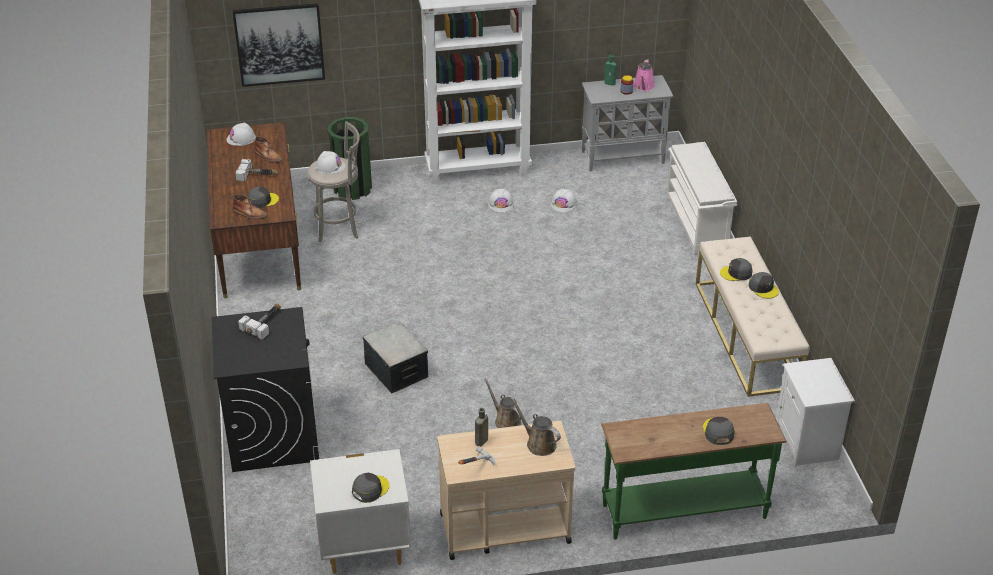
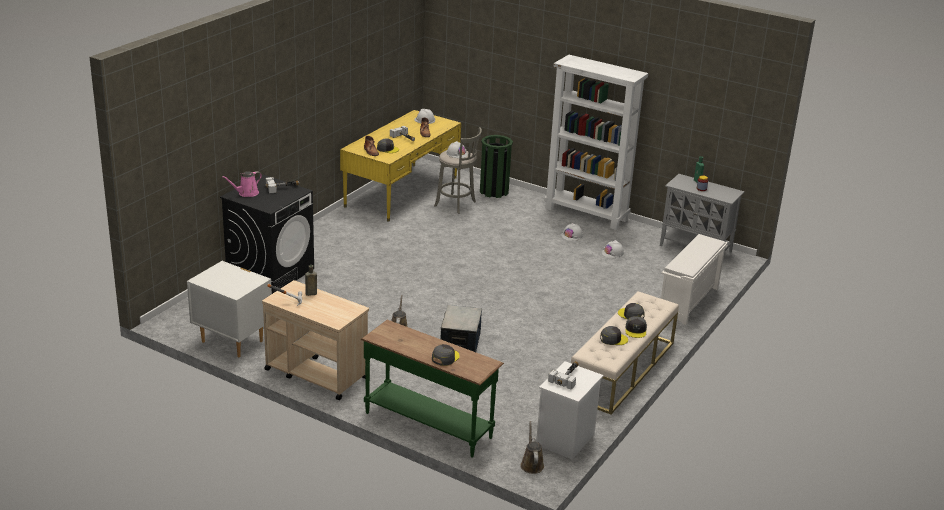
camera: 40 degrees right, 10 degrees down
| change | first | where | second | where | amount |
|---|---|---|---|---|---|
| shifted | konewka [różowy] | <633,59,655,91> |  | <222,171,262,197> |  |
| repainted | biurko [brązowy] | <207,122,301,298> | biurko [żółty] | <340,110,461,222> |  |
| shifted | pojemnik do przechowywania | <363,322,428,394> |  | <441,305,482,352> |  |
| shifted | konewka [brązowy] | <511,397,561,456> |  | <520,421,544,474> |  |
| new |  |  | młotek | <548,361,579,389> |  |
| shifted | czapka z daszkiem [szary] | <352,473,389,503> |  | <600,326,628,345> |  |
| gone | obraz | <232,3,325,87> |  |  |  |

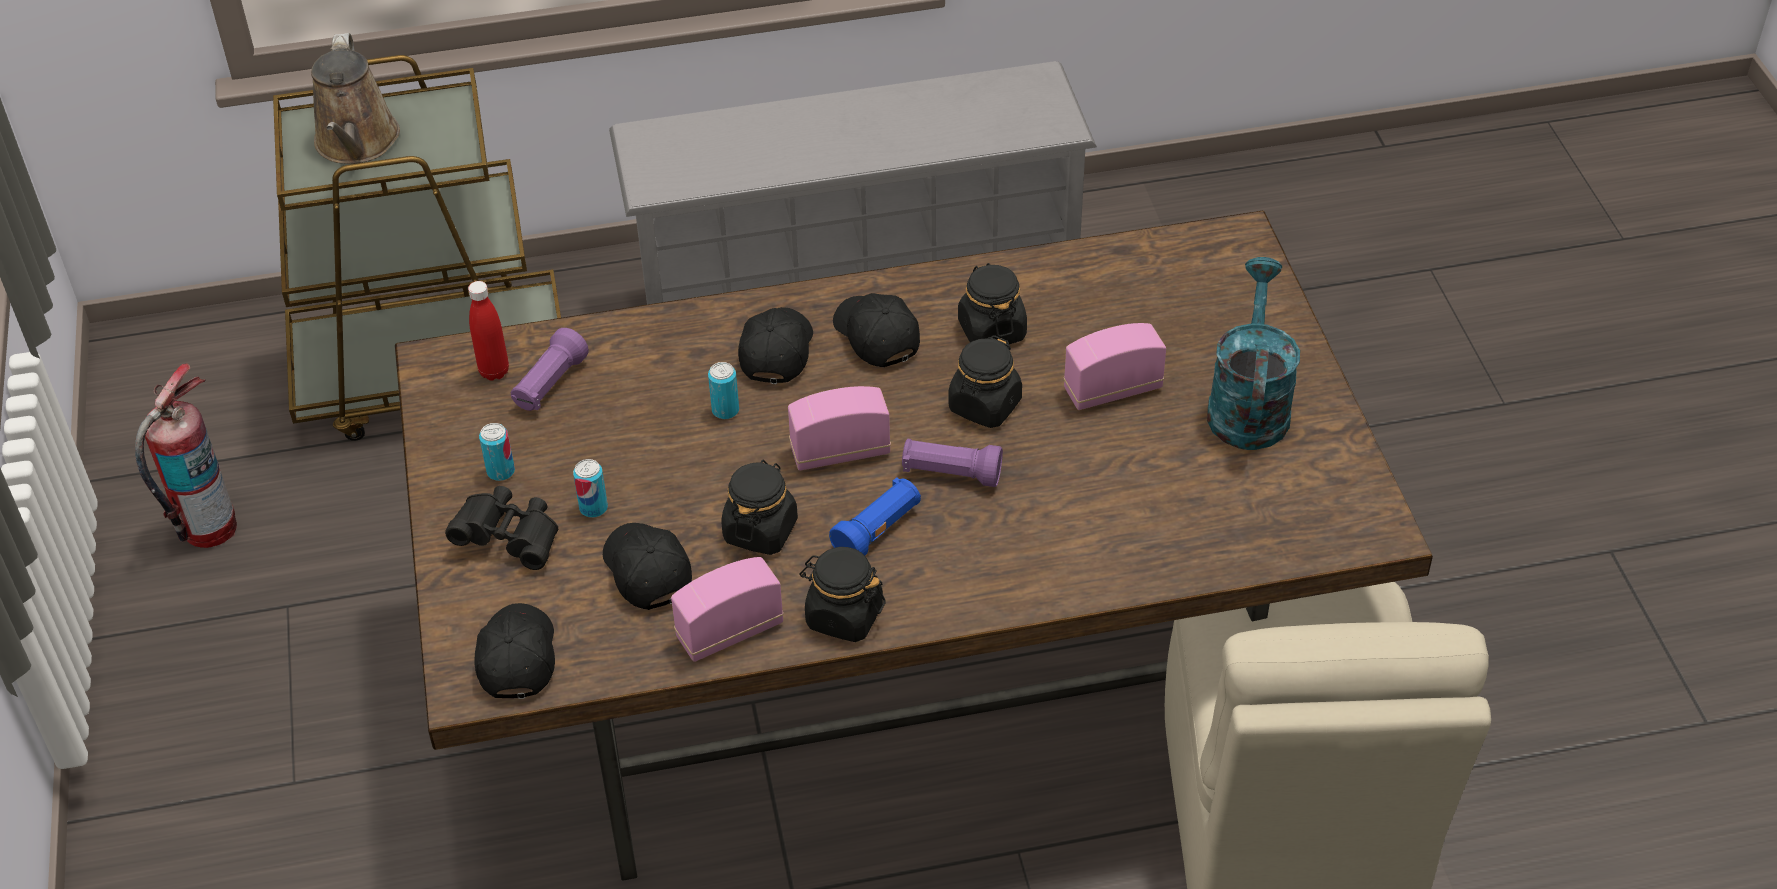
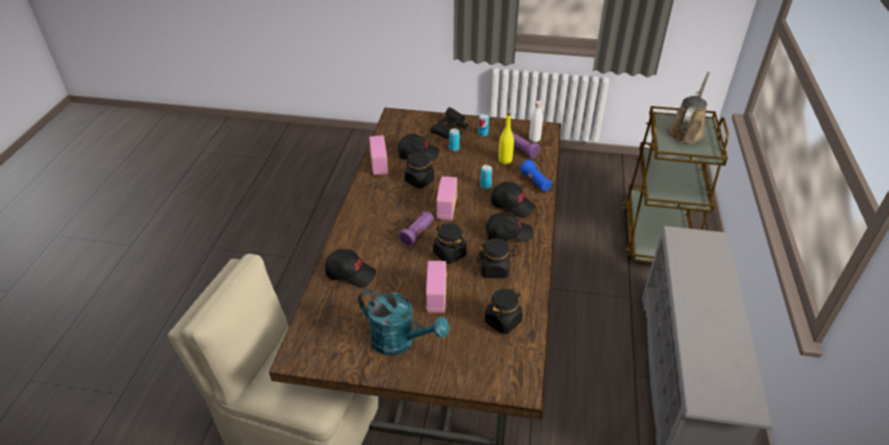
camera: 110 degrees right, 5 degrees down
| change | first | where | second | where | amount |
|---|---|---|---|---|---|
| shifted | czapka z daszkiem [czarny] | <474,603,555,699> |  | <325,249,376,288> |  |
| shifted | słoik [czarny] | <800,547,886,642> |  | <485,289,523,334> |  |
| new |  |  | butelka [żółty] | <499,113,514,164> |  |
| shifted | latarka [niebieski] | <829,477,921,555> |  | <520,160,552,191> |  |
| repainted | butelka [czerwony] | <468,281,509,380> | butelka [biały] | <529,101,543,142> |  |
| rotated | konewka [brązowy] | <311,33,400,164> |  | <667,72,710,143> | 105 degrees clockwise |
| gone | gaśnica | <135,363,237,548> |  |  |  |

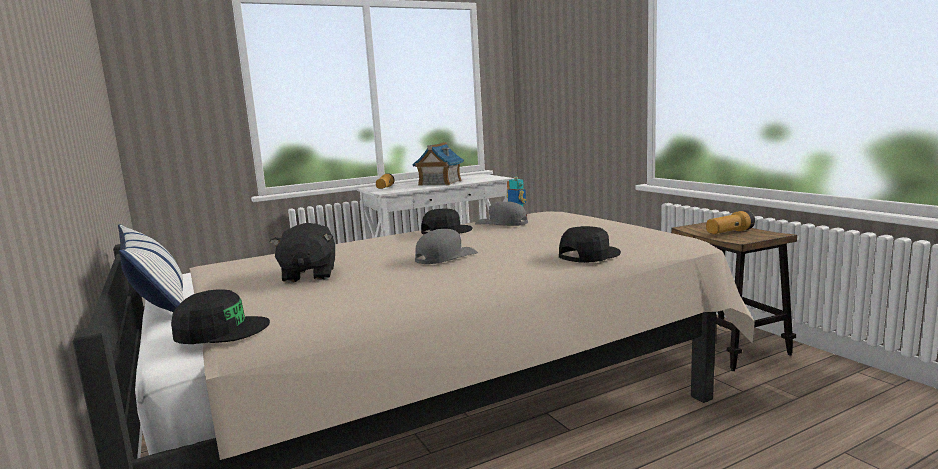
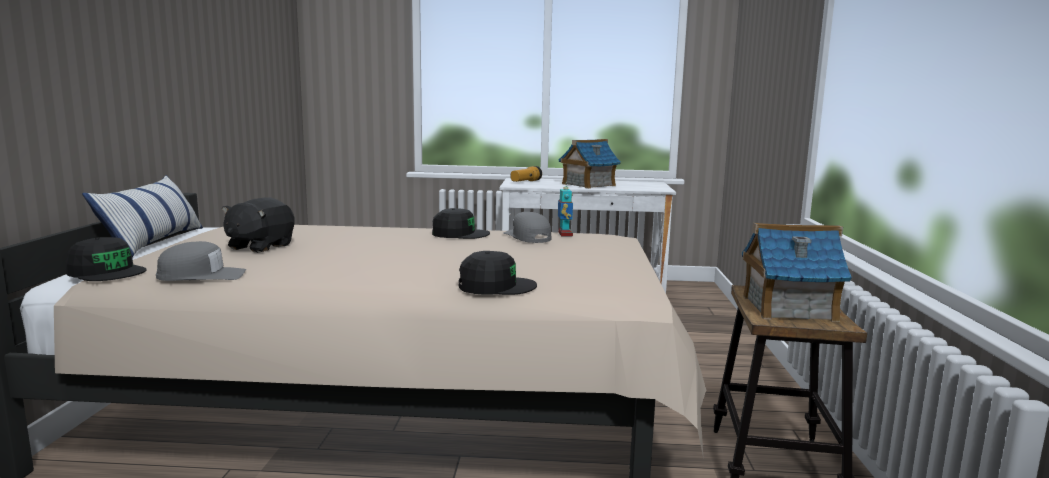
camera: 30 degrees right, 0 degrees up
| change | first | where | second | where | amount |
|---|---|---|---|---|---|
| shifted | czapka z daszkiem [szary] | <415,229,478,264> |  | <156,241,247,281> |  |
| swapped | latarka | <706,210,755,234> | domek | <742,223,852,322> |  |

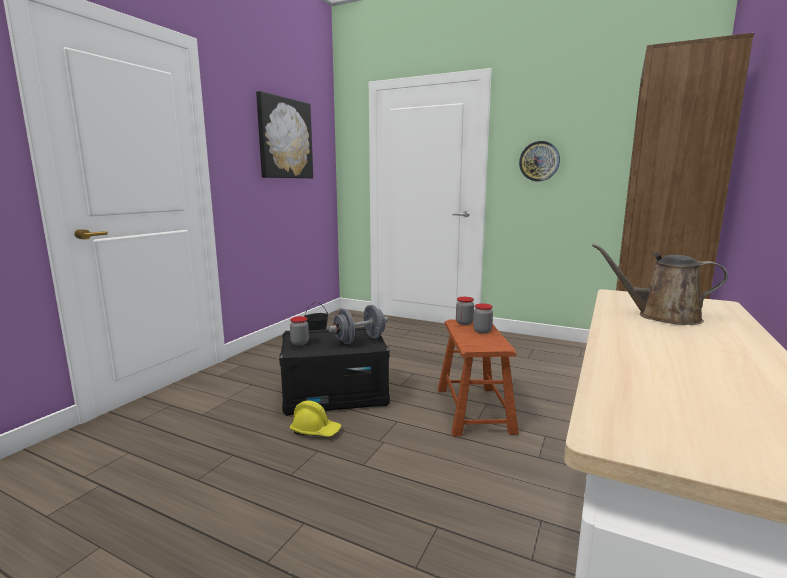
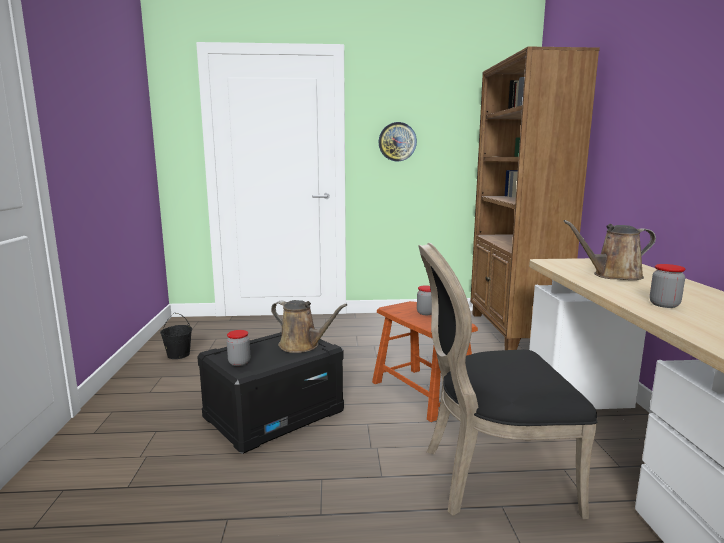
camera: 30 degrees left, 0 degrees up
| change | first | where | second | where | amount |
|---|---|---|---|---|---|
| swapped | hantel [szary] | <329,305,388,344> | konewka [brązowy] | <271,300,347,353> |  |
| new |  |  | krzesło [czarny] | <418,243,597,519> |  |
| shifted | słoik | <456,297,474,325> |  | <650,264,685,308> |  |
| gone | obraz | <256,91,313,178> |  |  |  |
| gone | kask [żółty] | <290,401,341,437> |  |  |  |

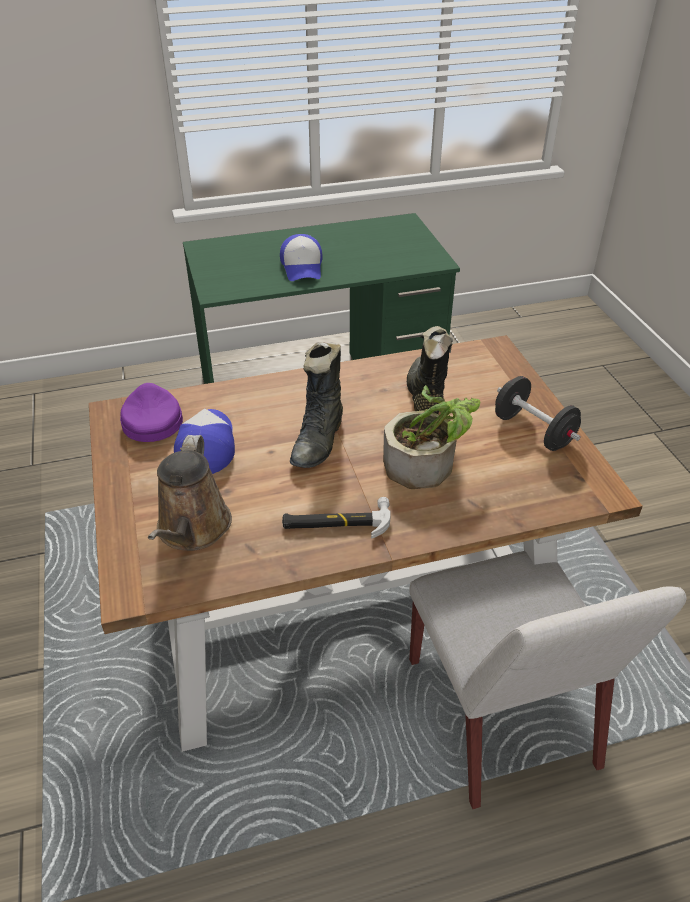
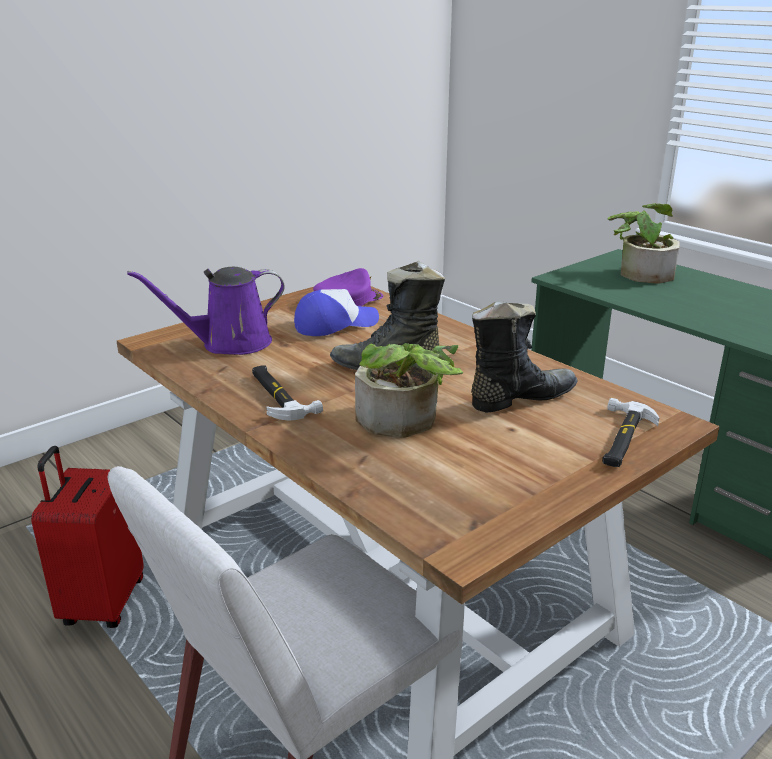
camera: 65 degrees right, 15 degrees down
| change | first | where | second | where | amount |
|---|---|---|---|---|---|
| new |  |  | walizka [czerwony] | <31,446,144,628> |  |
| repainted | konewka [brązowy] | <148,435,232,551> | konewka [fioletowy] | <127,267,285,355> |  |
| new |  |  | młotek | <602,398,659,467> |  |
| new |  |  | roślina doniczkowa | <607,203,680,284> |  |
| gone | czapka z daszkiem | <280,234,322,281> |  |  |  |
| gone | hantel [czarny] | <495,376,581,451> |  |  |  |

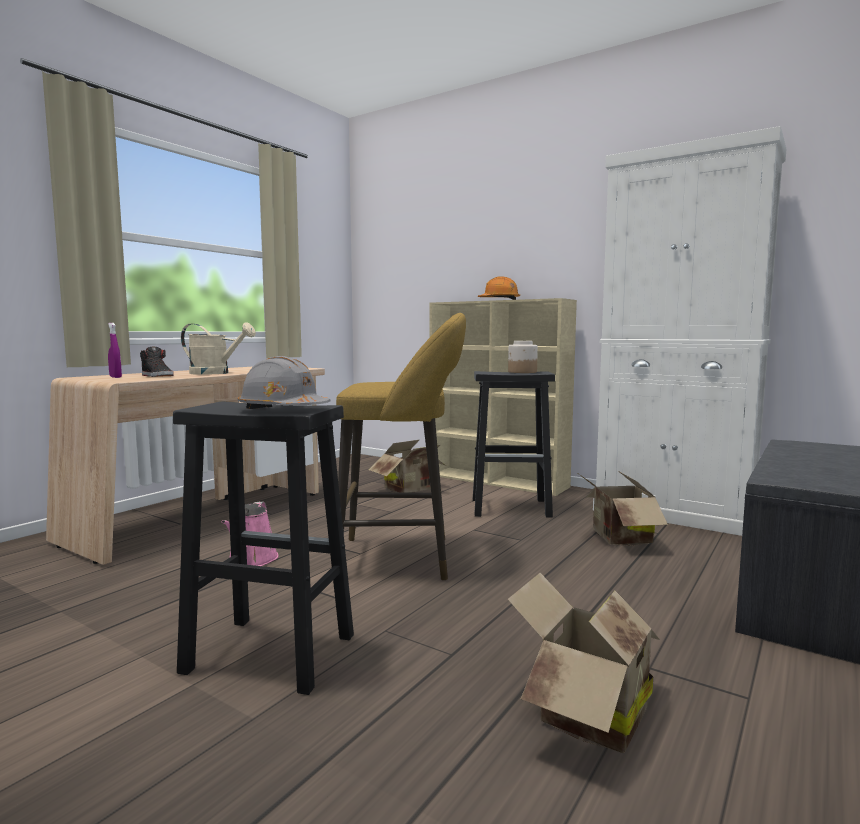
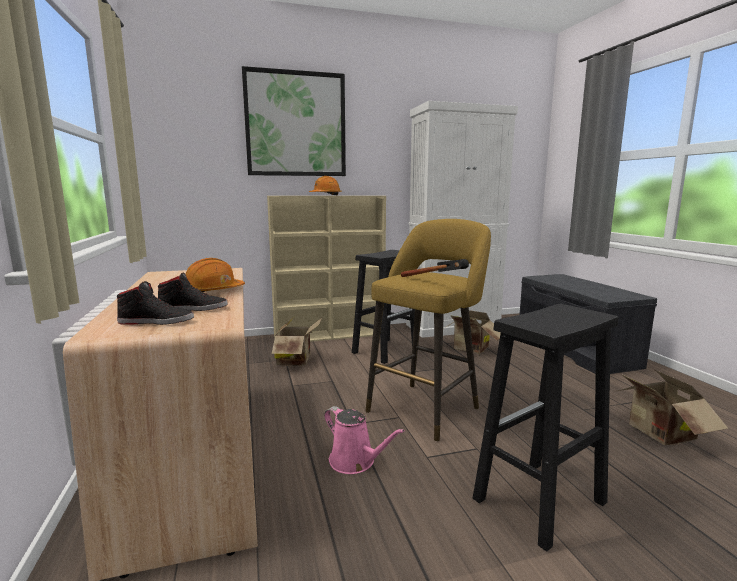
camera: 50 degrees left, 5 degrees up
| change | first | where | second | where | amount |
|---|---|---|---|---|---|
| swapped | spryskiwacz [fioletowy] | <108,323,122,378> | but [czarny] | <117,281,194,325> |  |
| swapped | konewka [beżowy] | <181,322,256,375> | kask [pomarańczowy] | <186,258,245,292> |  |
| new |  |  | obraz | <242,66,346,176> |  |
| new |  |  | młotek | <401,259,469,277> |  |
| gone | kask [szary] | <238,356,330,409> |  |  |  |
| gone | słoik | <508,341,538,373> |  |  |  |

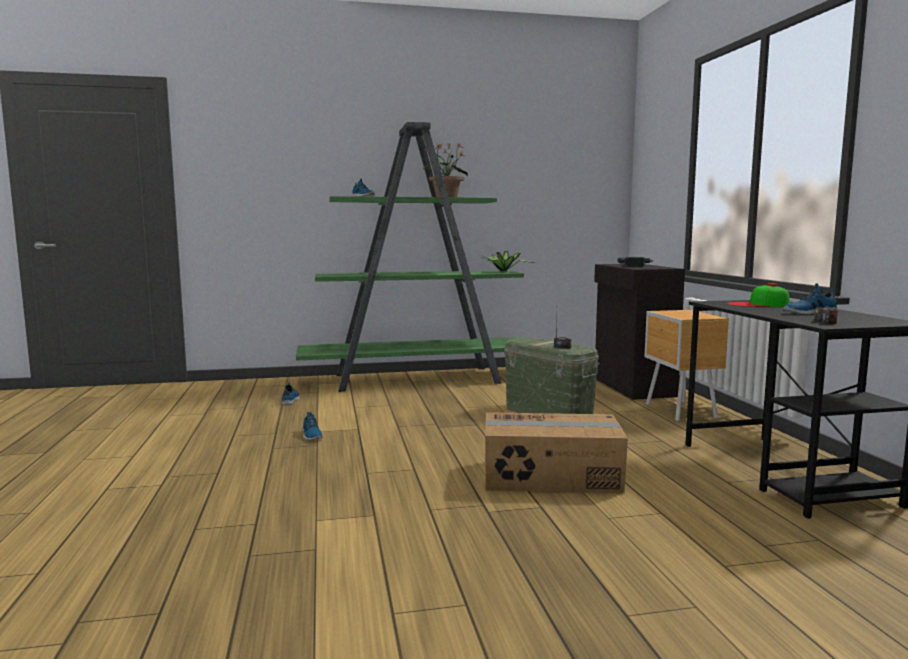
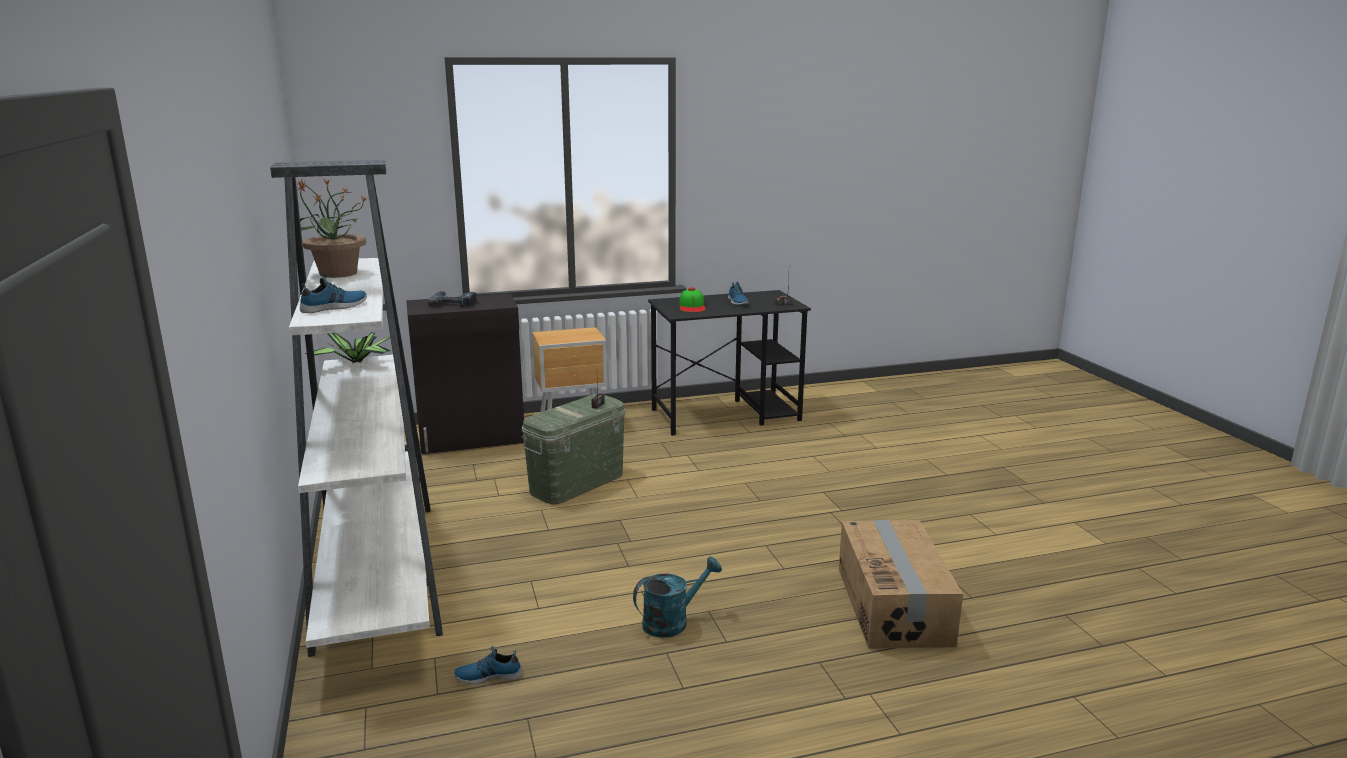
camera: 95 degrees left, 10 degrees up
| change | first | where | second | where | amount |
|---|---|---|---|---|---|
| repainted | regał [zielony] | <296,122,524,392> | regał [biały] | <270,160,443,657> |  |
| swapped | but | <302,412,323,440> | konewka [turkusowy] | <633,556,722,638> |  |
| shifted | karton | <485,412,628,493> |  | <839,520,963,649> |  |

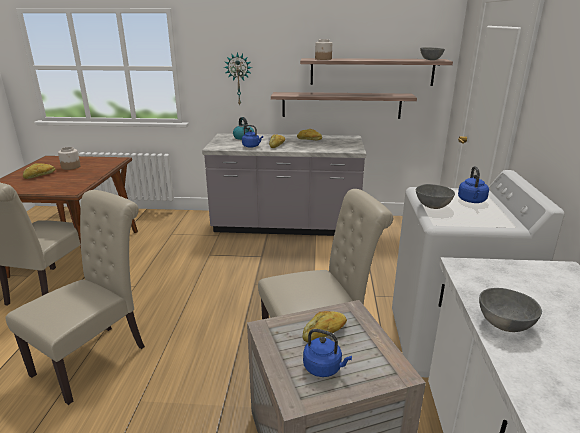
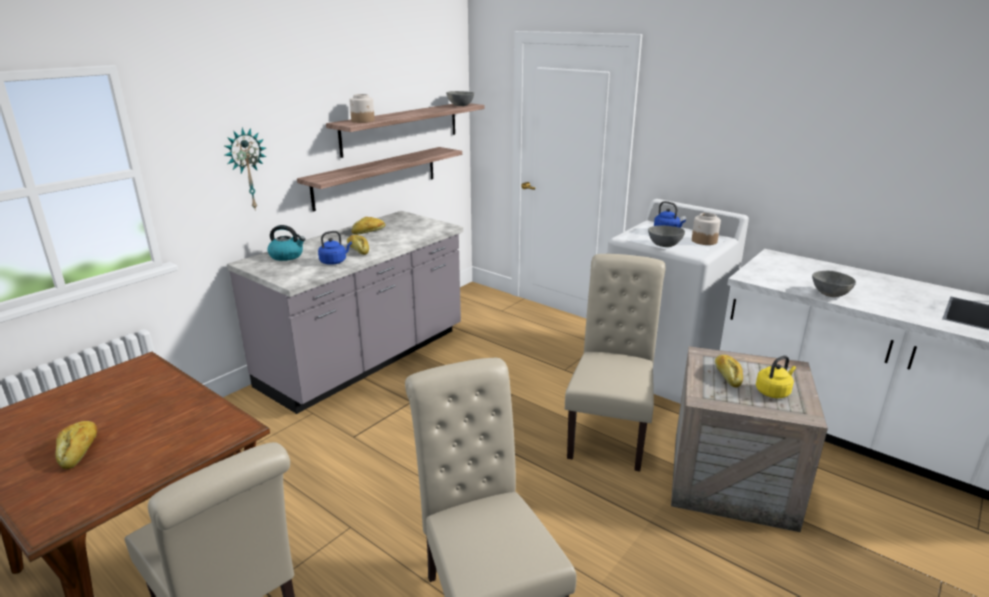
camera: 55 degrees left, 0 degrees up
| change | first | where | second | where | amount |
|---|---|---|---|---|---|
| shifted | słoik | <58,147,81,170> |  | <692,213,721,245> |  |
| repainted | czajnik [niebieski] | <303,329,352,377> | czajnik [żółty] | <756,355,796,398> |  |

